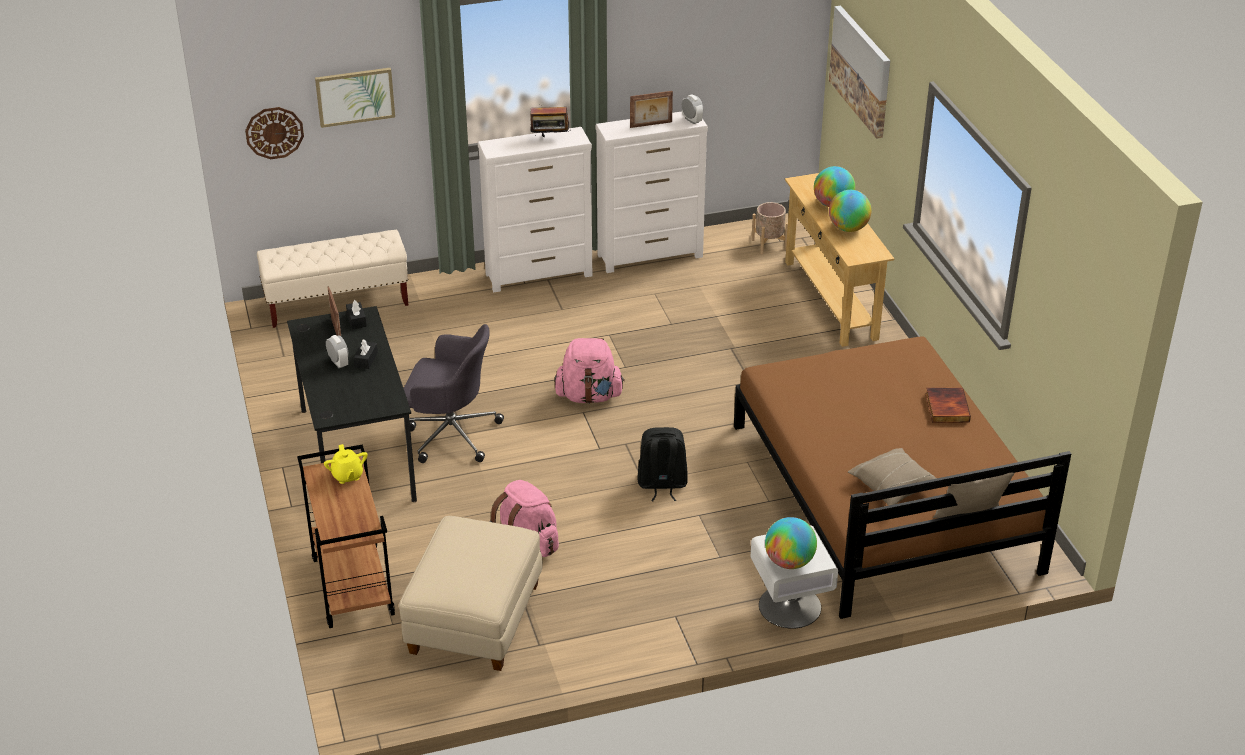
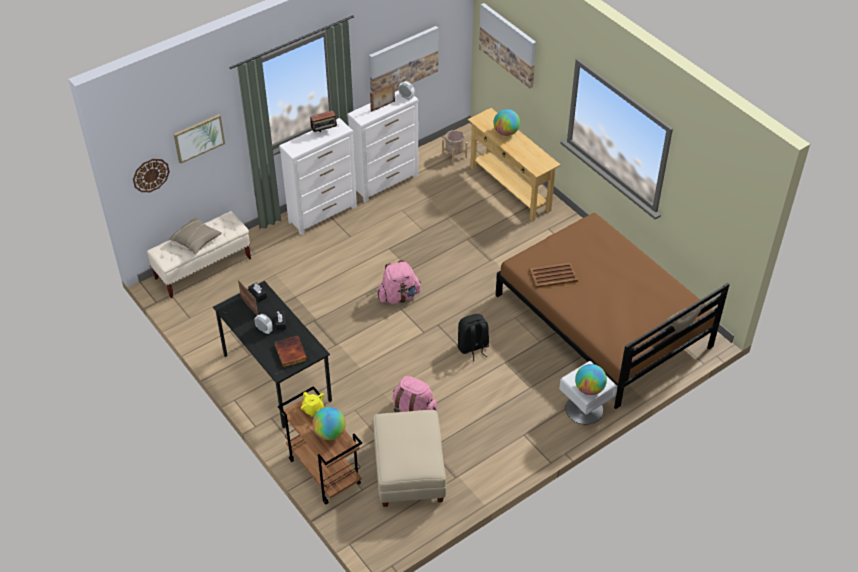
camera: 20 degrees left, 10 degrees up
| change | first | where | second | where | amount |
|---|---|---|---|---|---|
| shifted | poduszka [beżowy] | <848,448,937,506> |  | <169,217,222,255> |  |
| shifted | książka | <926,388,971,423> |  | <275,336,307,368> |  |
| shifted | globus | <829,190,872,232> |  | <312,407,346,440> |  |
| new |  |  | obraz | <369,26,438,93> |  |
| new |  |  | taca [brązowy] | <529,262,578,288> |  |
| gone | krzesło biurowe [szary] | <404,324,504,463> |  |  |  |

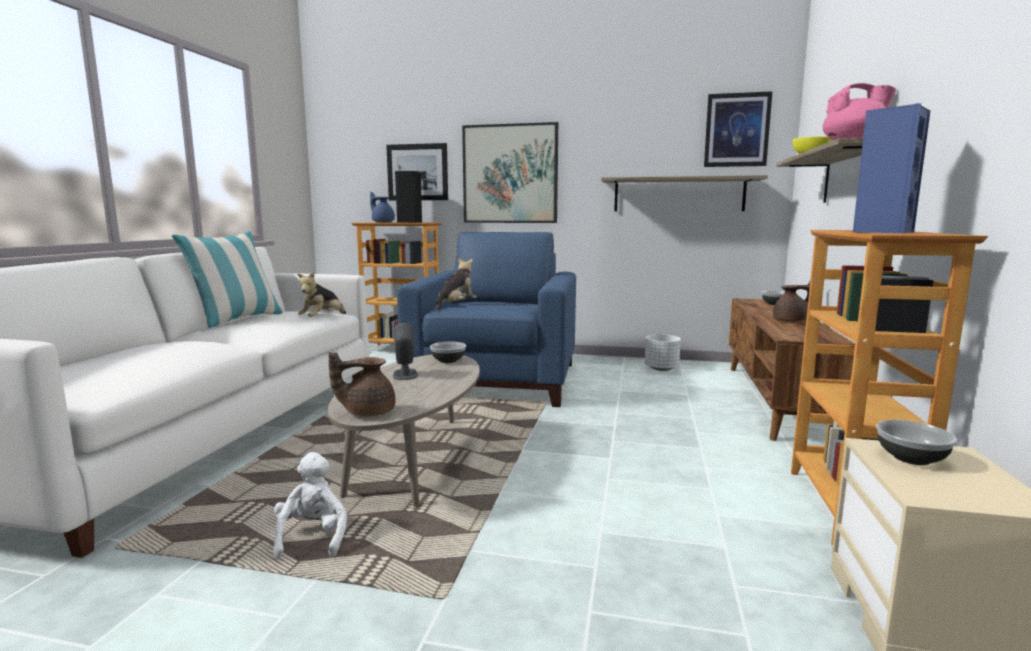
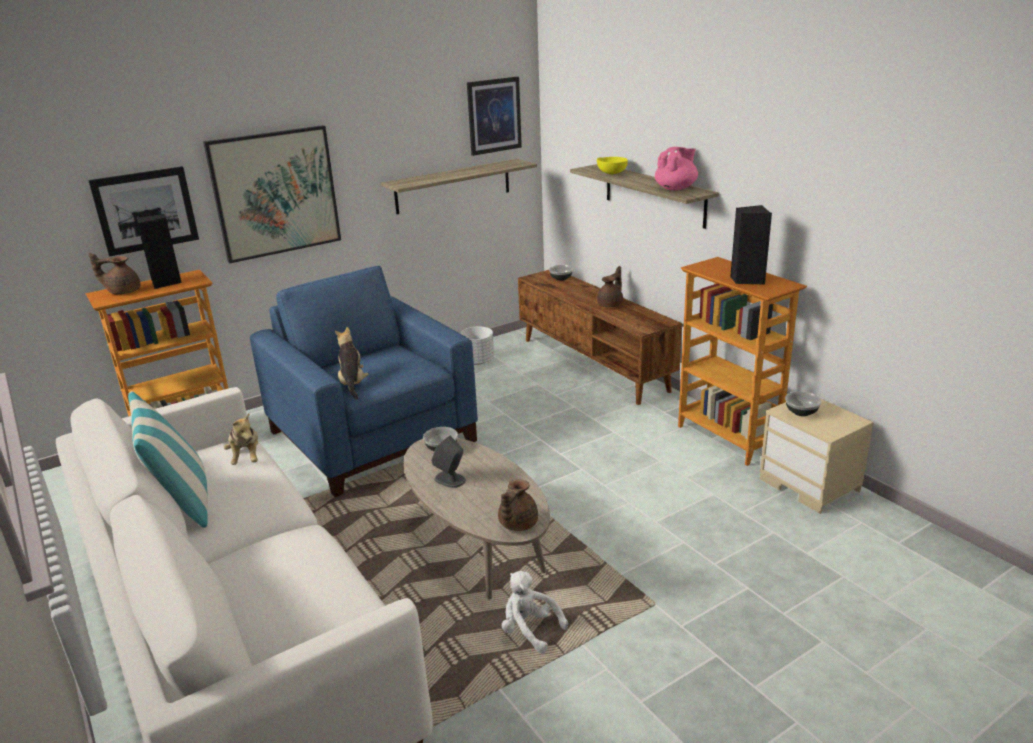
camera: 45 degrees left, 15 degrees up
| change | first | where | second | where | amount |
|---|---|---|---|---|---|
| repainted | imbryk [niebieski] | <370,192,395,222> | imbryk [brązowy] | <89,253,141,294> |  |
| repainted | głośnik [niebieski] | <852,103,931,233> | głośnik [czarny] | <730,205,772,285> |  |

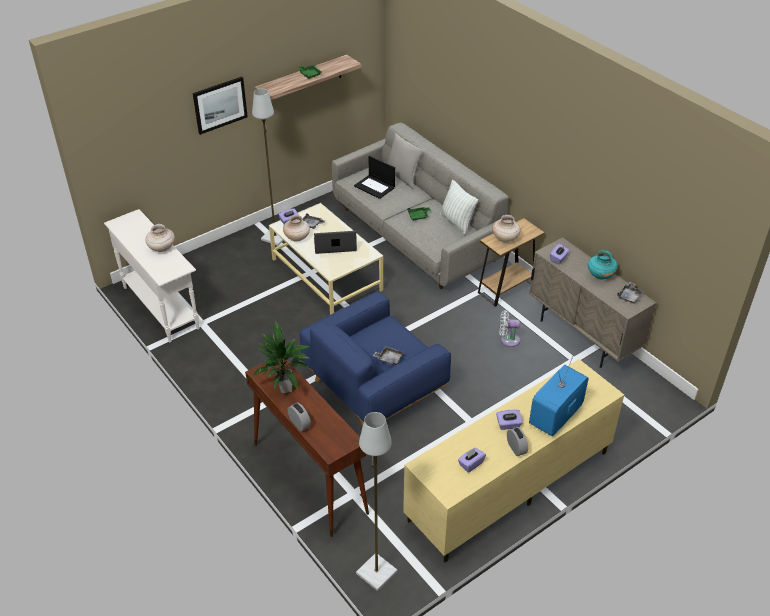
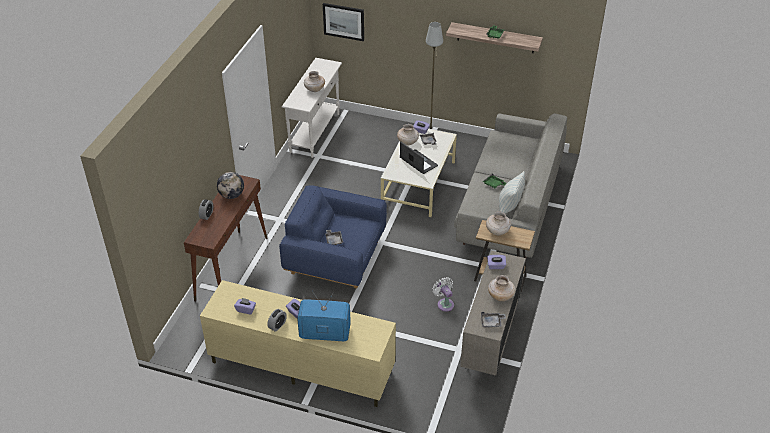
camera: 55 degrees right, 0 degrees up
| change | first | where | second | where | amount |
|---|---|---|---|---|---|
| swapped | roślina doniczkowa | <252,322,310,393> | globus | <217,172,244,199> |  |
| shifted | obraz | <193,77,248,135> |  | <323,3,364,41> |  |
| repainted | wazon [turkusowy] | <588,250,618,280> | wazon [beżowy] | <488,275,515,301> |  |
| gone | laptop | <354,156,395,199> |  |  |  |
| gone | lampa stojąca [szary] | <356,412,397,591> |  |  |  |
| gone | poduszka [szary] | <387,133,424,189> |  |  |  |

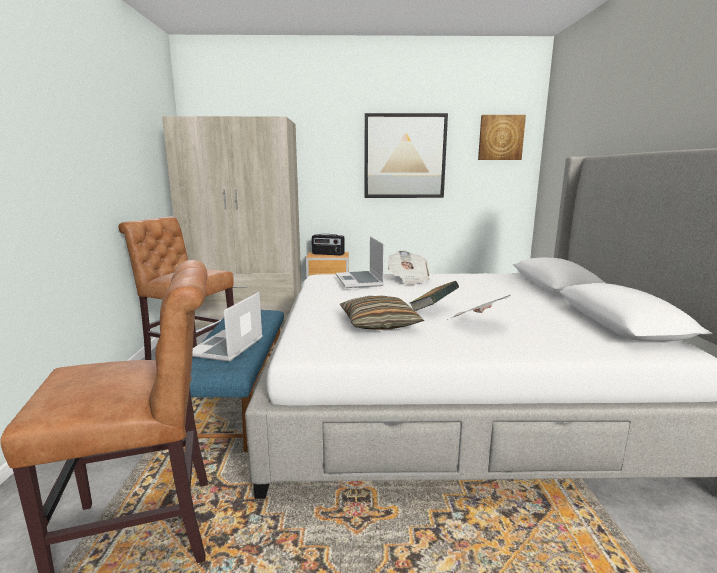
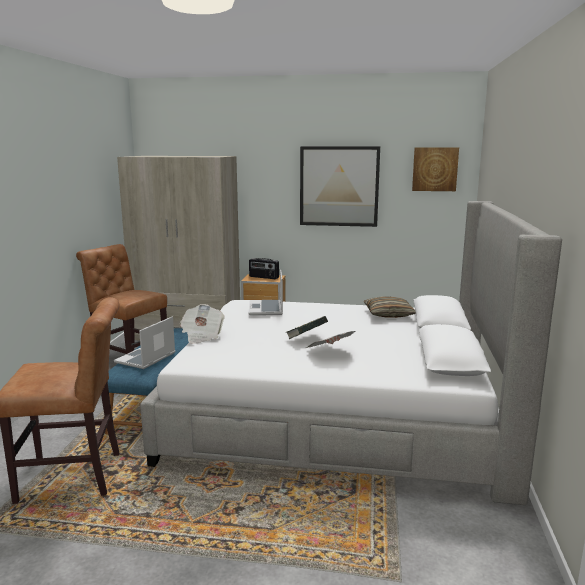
camera: 10 degrees right, 0 degrees up
| change | first | where | second | where | amount |
|---|---|---|---|---|---|
| shifted | gazeta | <388,250,430,285> |  | <180,304,225,344> |  |
| shifted | poduszka | <340,295,424,330> |  | <364,296,416,318> |  |

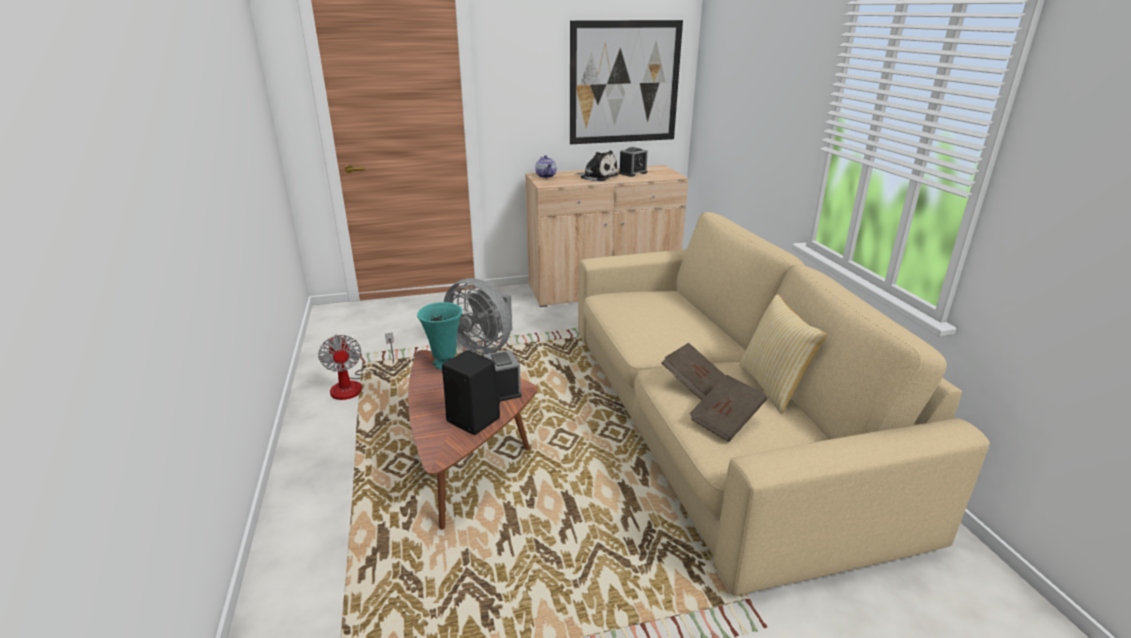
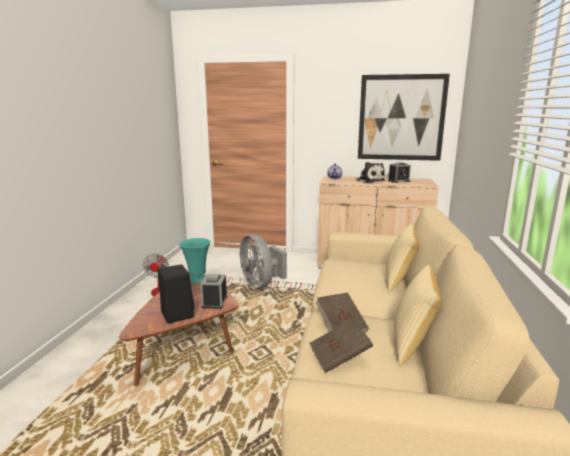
camera: 25 degrees right, 10 degrees down
| change | first | where | second | where | amount |
|---|---|---|---|---|---|
| new |  |  | poduszka | <386,224,419,293> |  |

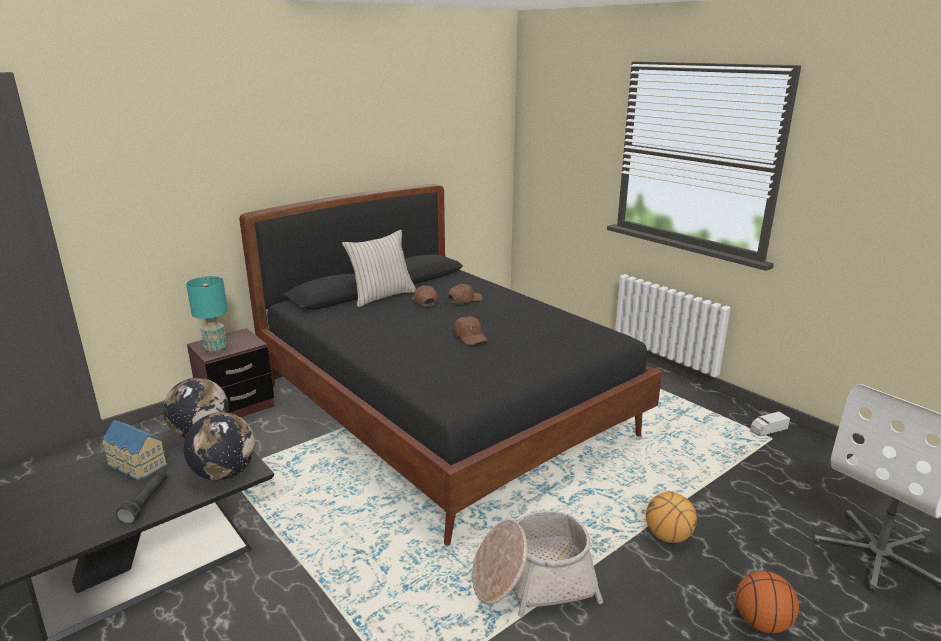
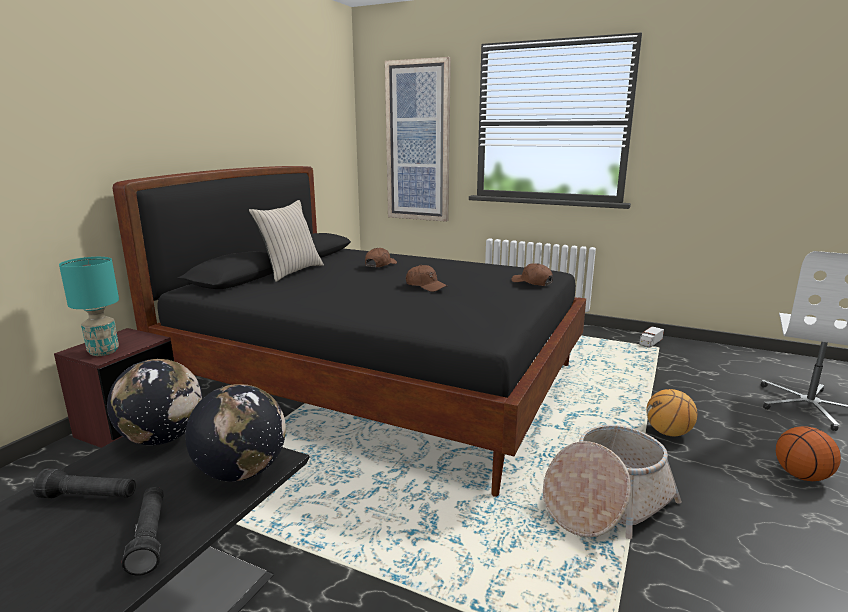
camera: 25 degrees left, 5 degrees down
| change | first | where | second | where | amount |
|---|---|---|---|---|---|
| swapped | domek | <101,420,168,480> | latarka [czarny] | <33,468,136,498> |  |
| new |  |  | obraz | <385,57,451,222> |  |
| shifted | czapka z daszkiem [brązowy] | <412,285,438,307> |  | <511,263,553,286> |  |

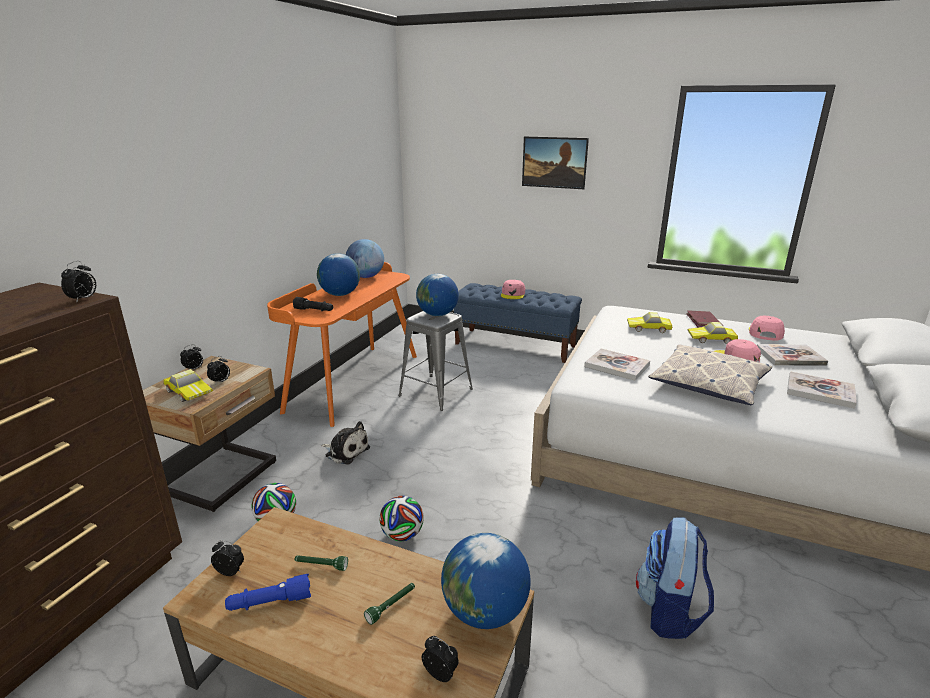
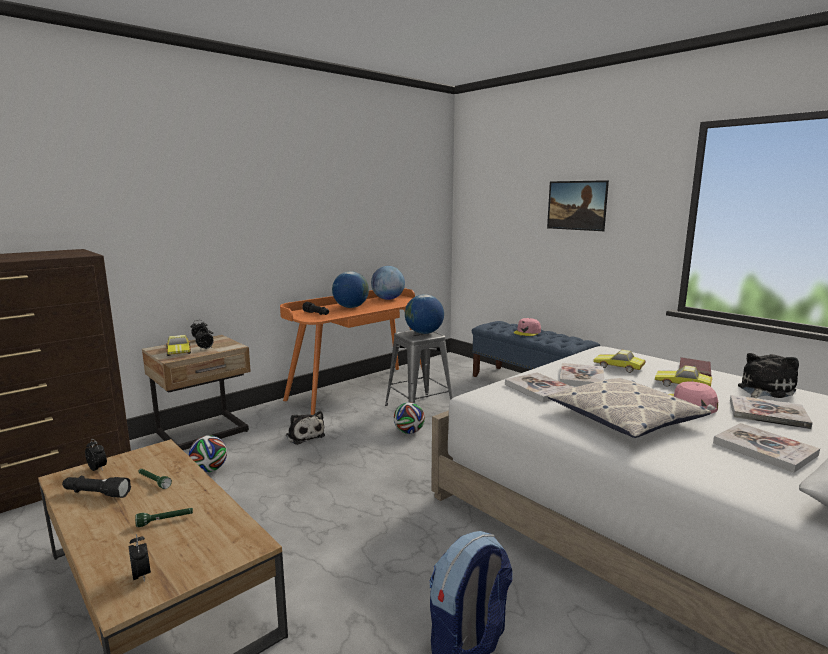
camera: 25 degrees right, 10 degrees down
| change | first | where | second | where | amount |
|---|---|---|---|---|---|
| repainted | latarka [niebieski] | <225,574,311,611> | latarka [czarny] | <62,476,131,498> |  |
| shifted | piłka futbolowa | <379,496,424,541> |  | <394,402,425,434> |  |
| new |  |  | książka | <560,363,605,386> |  |
| swapped | czapka z daszkiem [różowy] | <749,316,785,341> | pluszak | <738,353,799,398> |  |
| gone | budzik | <61,261,96,302> |  |  |  |
| gone | globus | <441,533,530,629> |  |  |  |

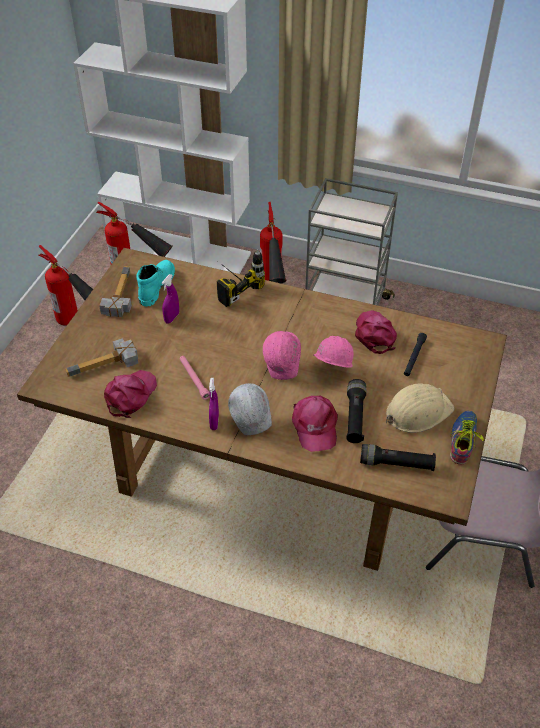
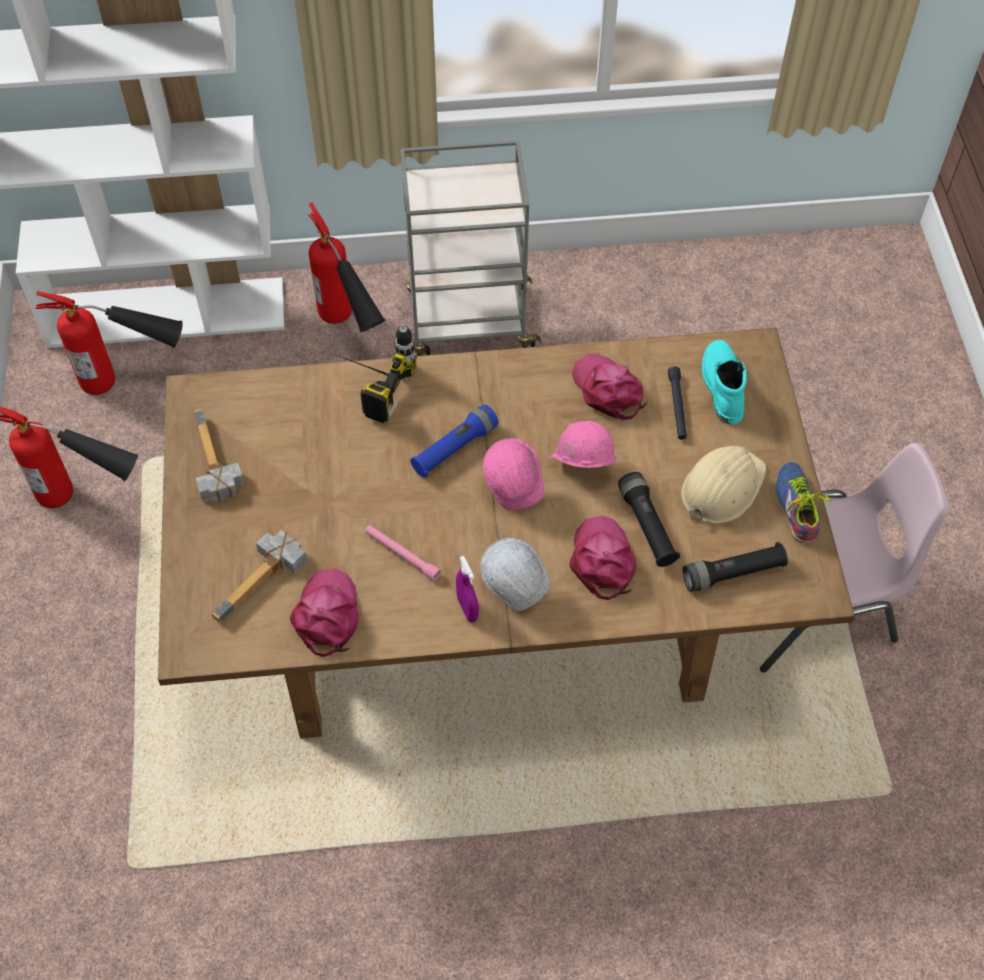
camera: 25 degrees left, 10 degrees up
| change | first | where | second | where | amount |
|---|---|---|---|---|---|
| new |  |  | latarka [niebieski] | <410,404,499,477> |  |
| rotated | czapka z daszkiem [różowy] | <292,396,338,452> |  | <569,516,637,600> | 150 degrees counterclockwise |
| shifted | but z cholewką [turkusowy] | <136,260,175,307> |  | <702,340,747,424> |  |
| gone | spryskiwacz [fioletowy] | <161,274,179,324> |  |  |  |

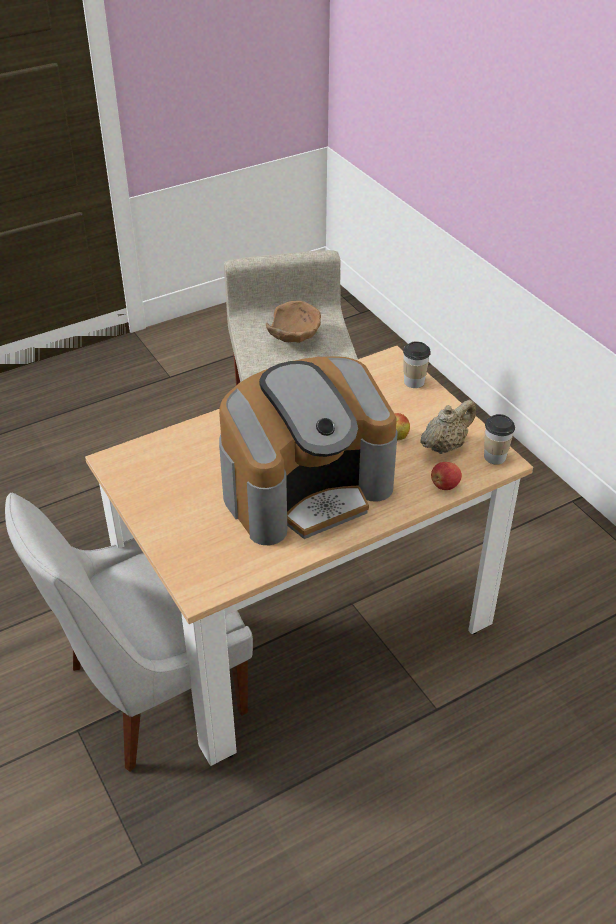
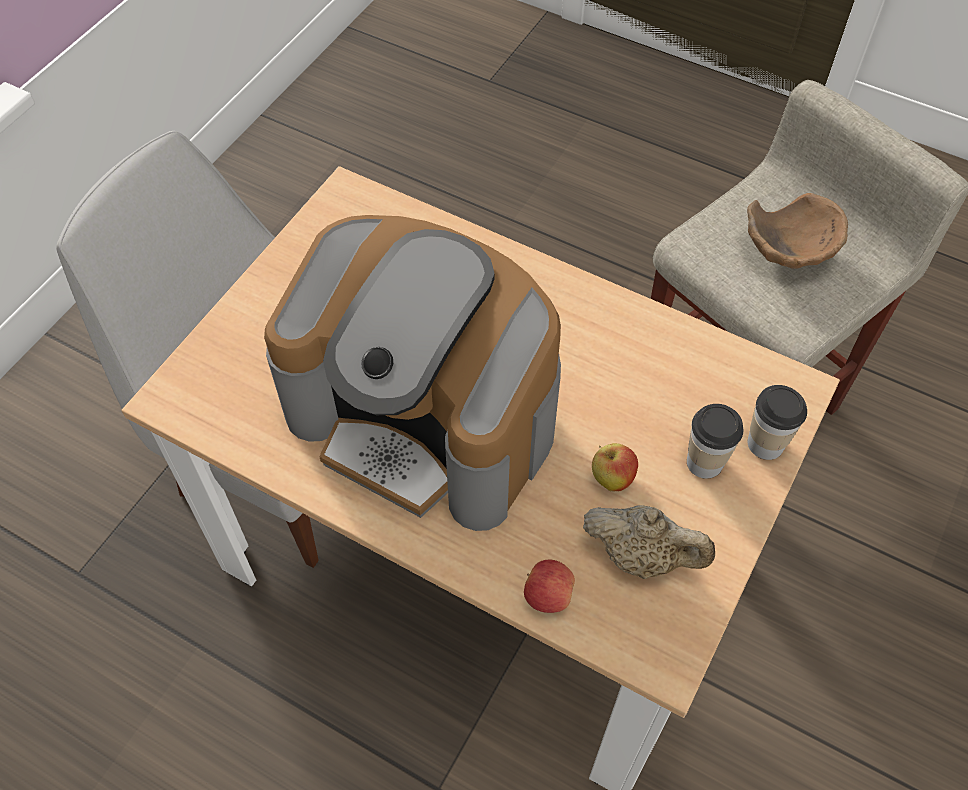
camera: 60 degrees right, 15 degrees up
| change | first | where | second | where | amount |
|---|---|---|---|---|---|
| shifted | filiżanka | <484,414,515,465> |  | <687,404,743,479> |  |

